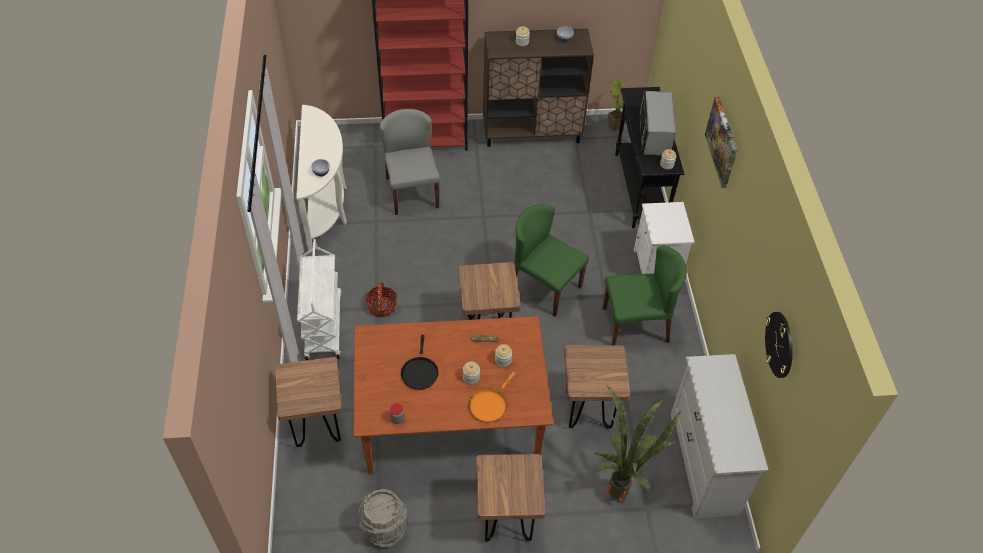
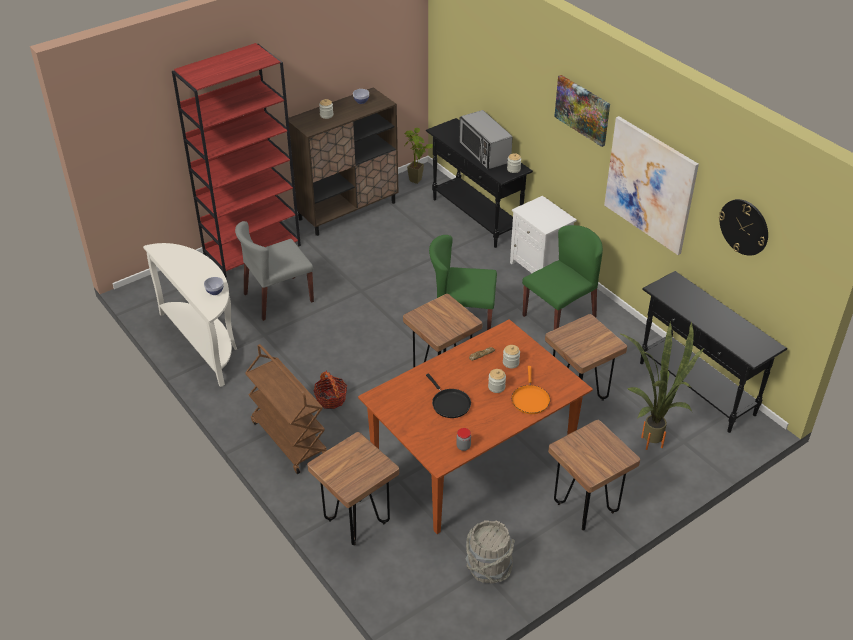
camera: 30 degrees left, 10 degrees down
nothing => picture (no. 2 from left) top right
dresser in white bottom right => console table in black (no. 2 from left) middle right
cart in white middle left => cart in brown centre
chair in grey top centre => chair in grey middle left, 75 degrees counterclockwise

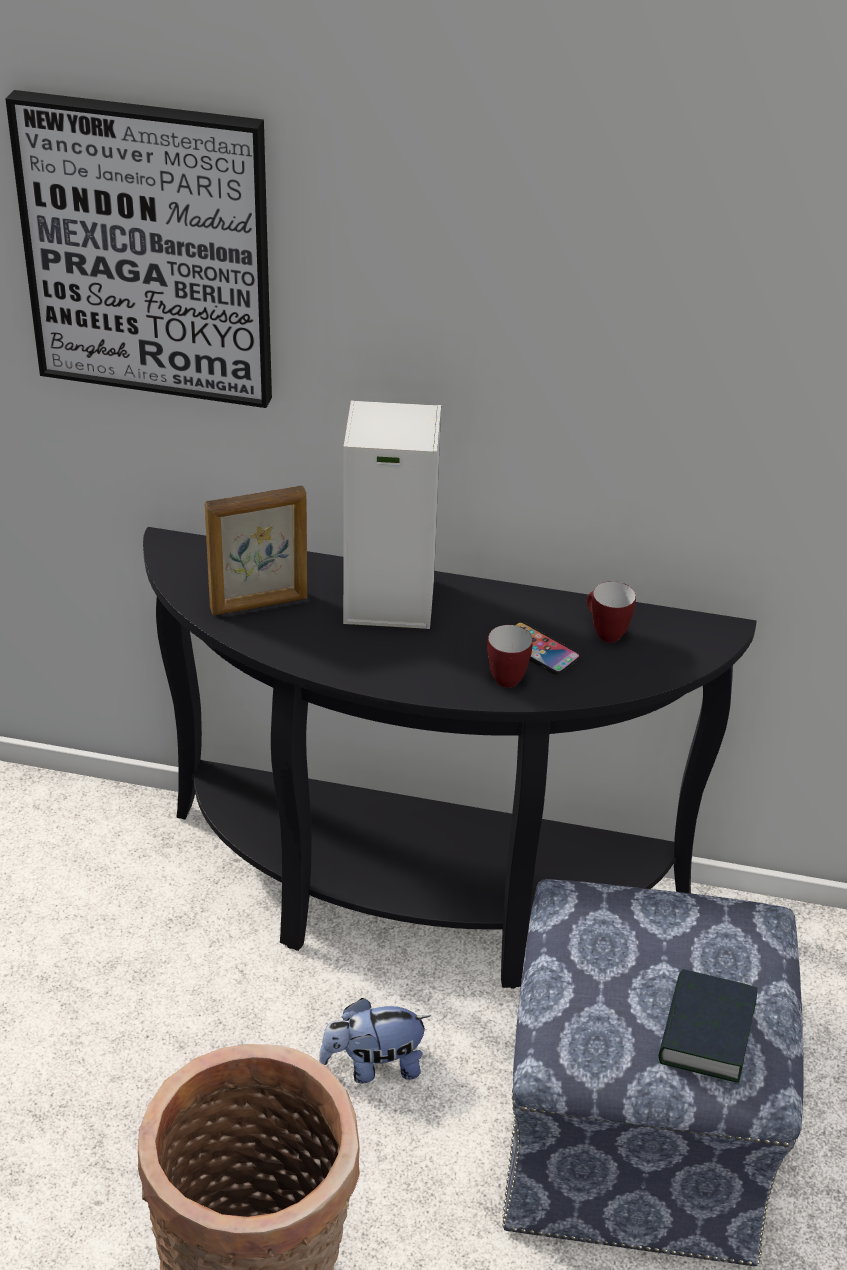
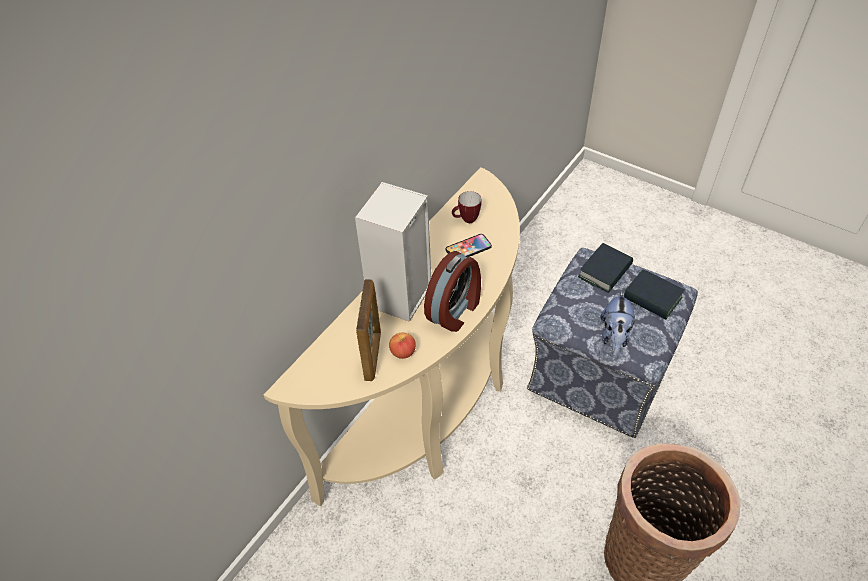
camera: 65 degrees left, 10 degrees up
picture top left => nothing
mug (no. 1 from left) centre => nothing
nothing => apple centre
nothing => alarm clock centre
nothing => book (no. 1 from left) middle right
plush toy bottom centre => plush toy middle right, shifted
console table in black centre => console table in beige centre

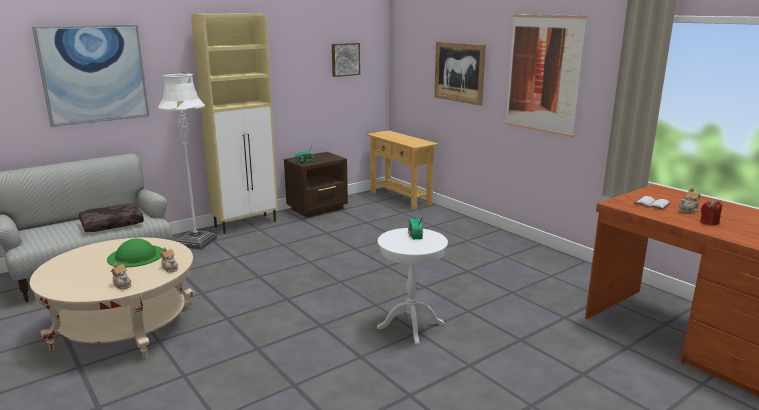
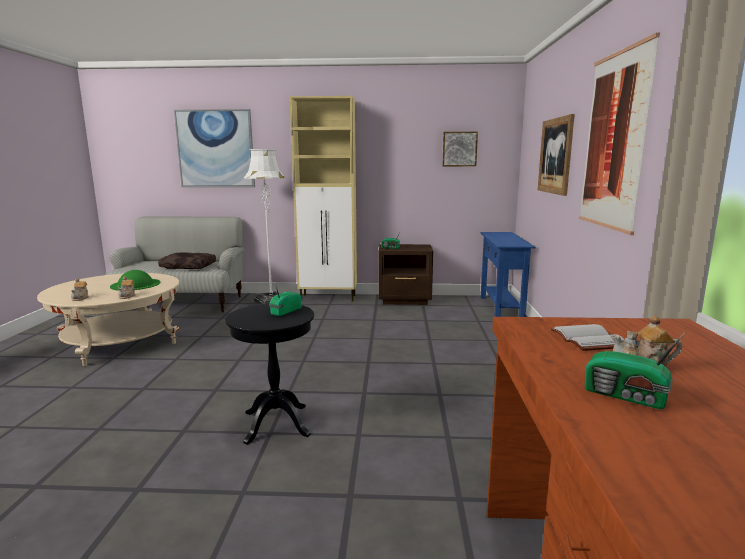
camera: 40 degrees right, 5 degrees down
candle in red middle right => radio (no. 3 from left) middle right
console table in beige centre => console table in blue middle right
side table in white bottom centre => side table in black bottom centre

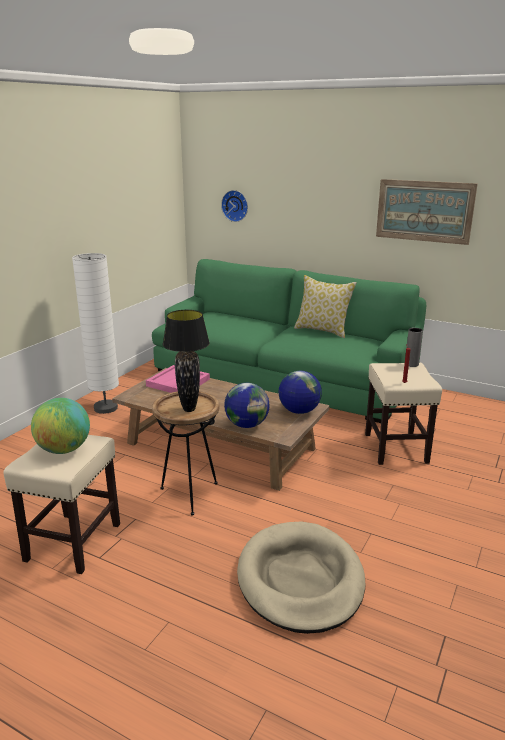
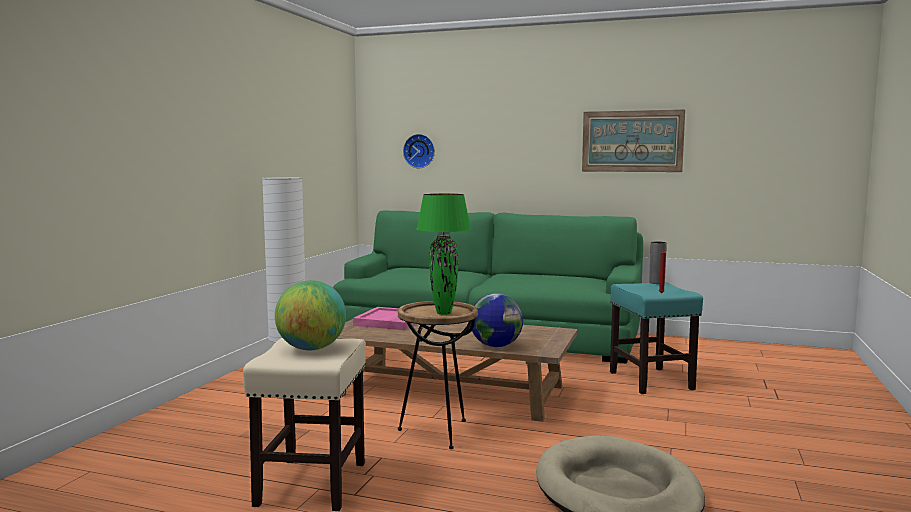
camera: 10 degrees left, 15 degrees down
globe (no. 3 from left) centre => nothing
pillow centre => nothing
table lamp in black centre => table lamp in green centre
stool in beige (no. 2 from left) middle right => stool in turquoise middle right

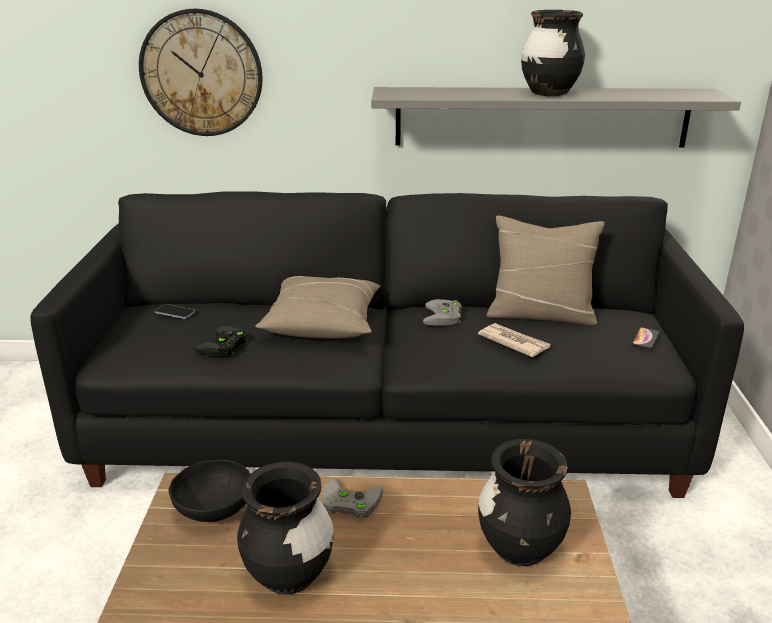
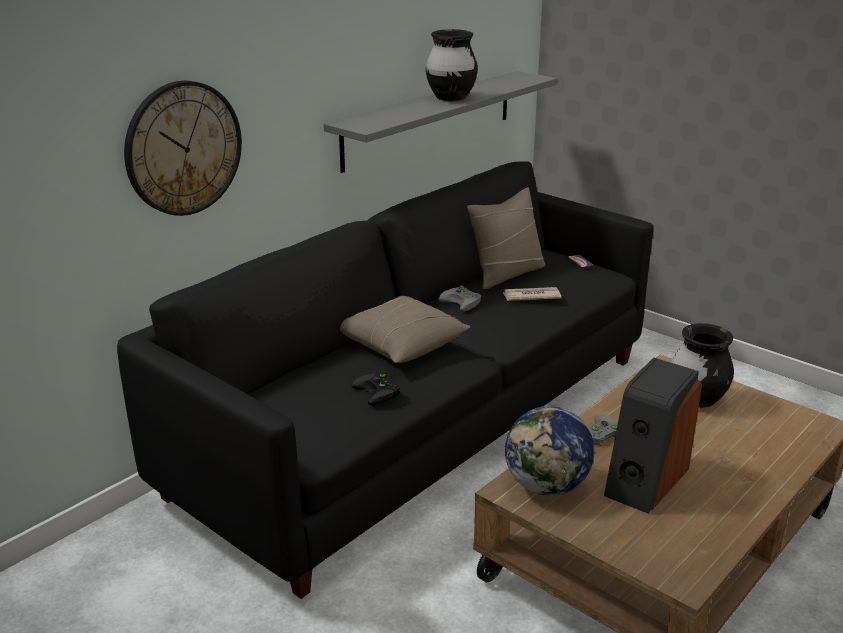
camera: 50 degrees left, 0 degrees up
phone (no. 1 from left) middle left => nothing
bowl in black bottom left => globe bottom centre
vase in black (no. 1 from left) bottom centre => speaker bottom right

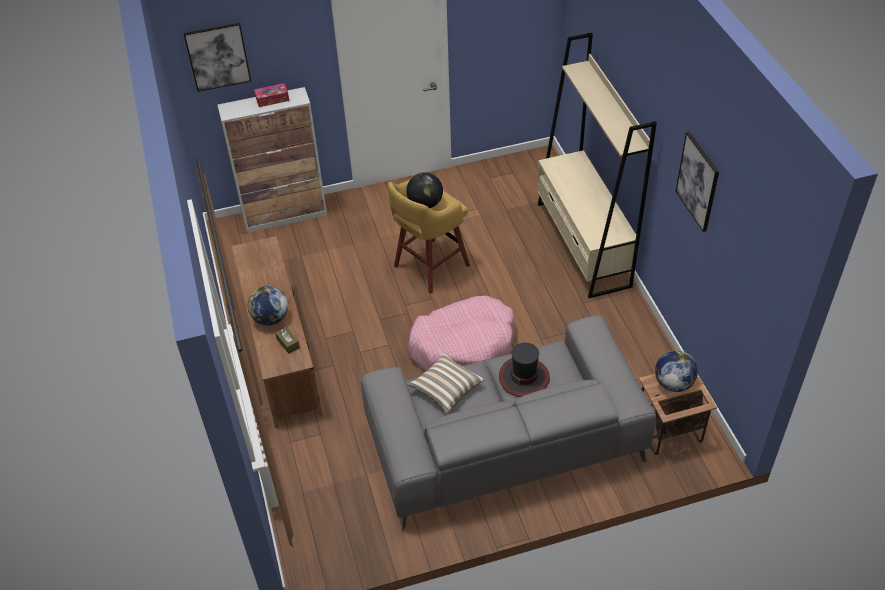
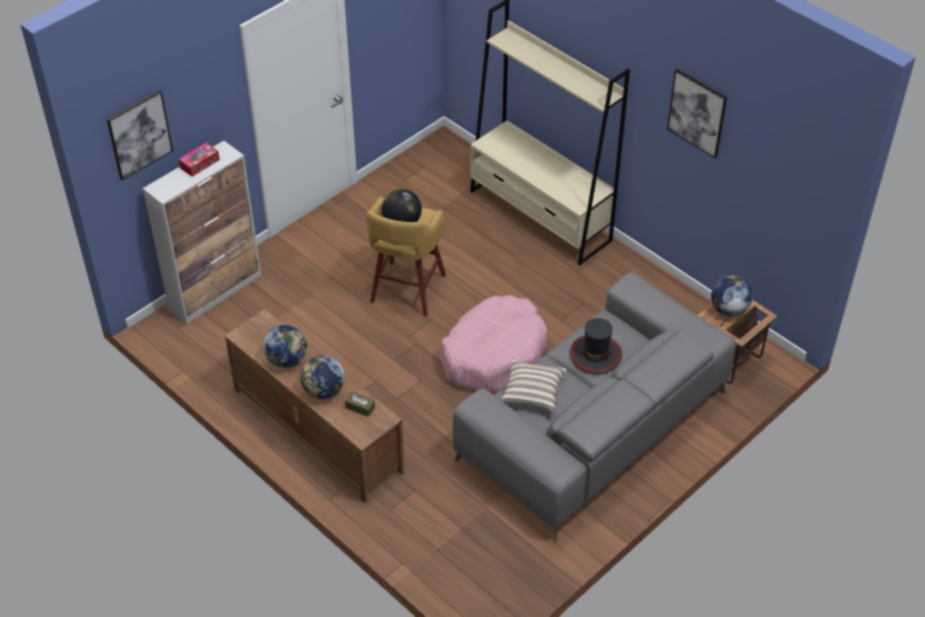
camera: 30 degrees left, 0 degrees up
nothing => globe (no. 1 from left) middle left

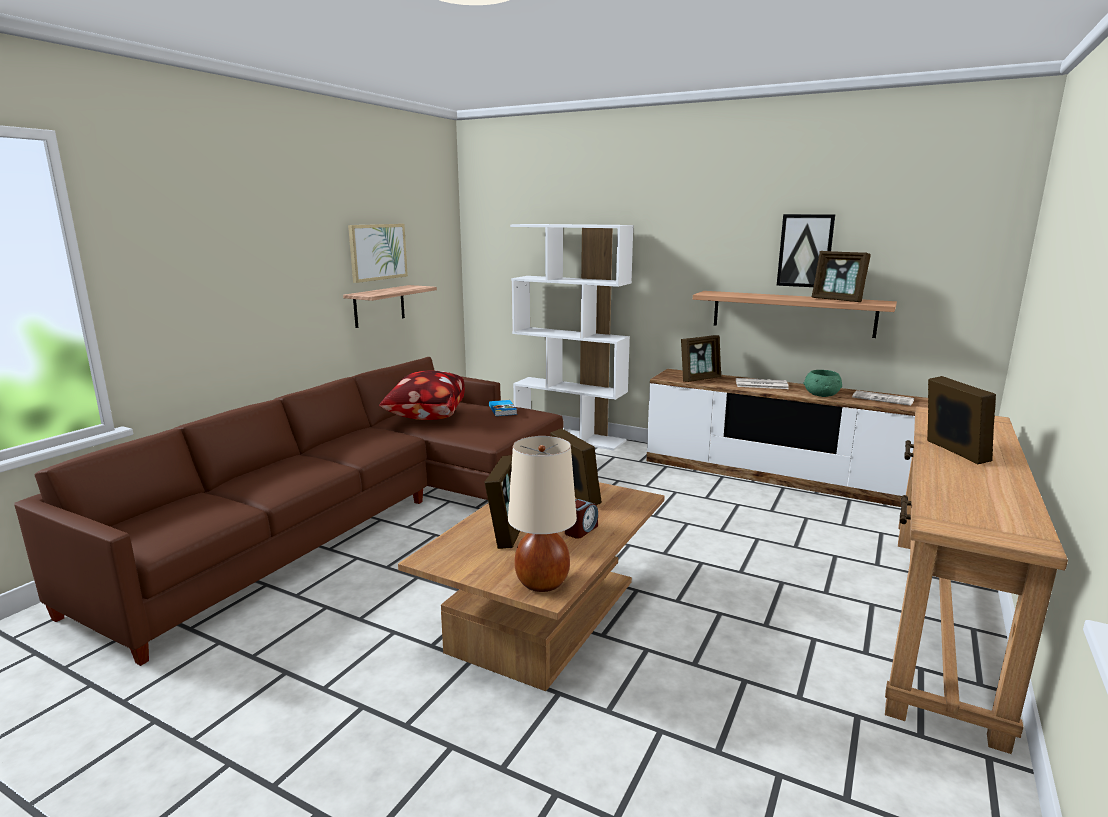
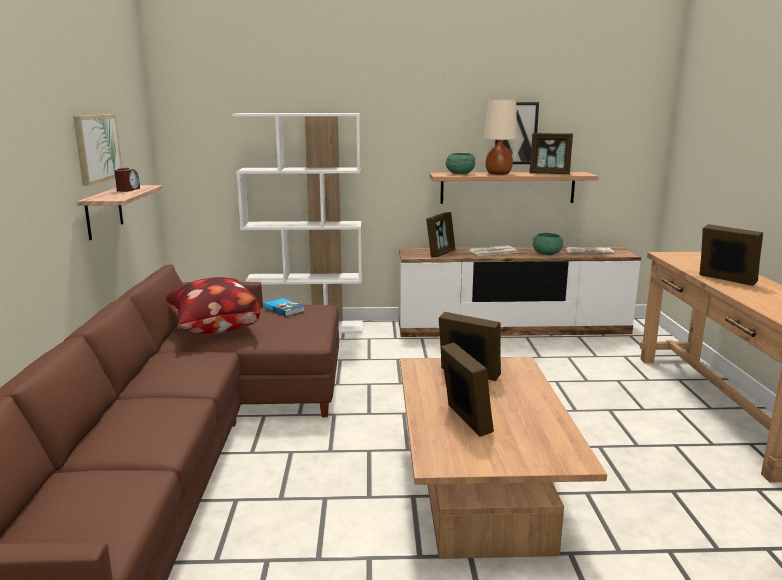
camera: 30 degrees left, 0 degrees up
nothing => bowl in green (no. 1 from left) top centre
table lamp in beige centre => table lamp in beige top centre, shifted
alarm clock centre => alarm clock top left, shifted

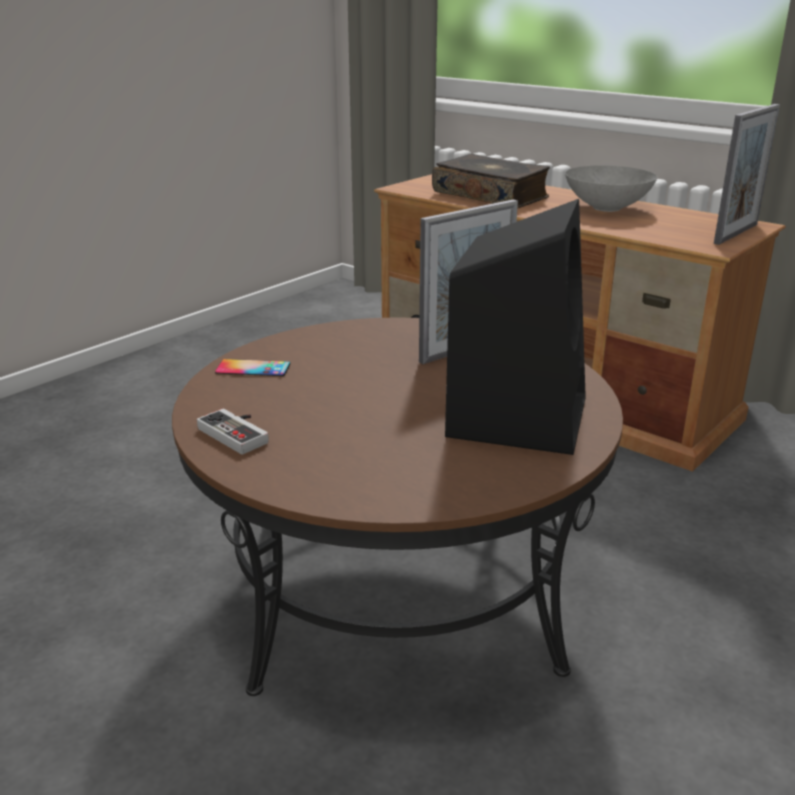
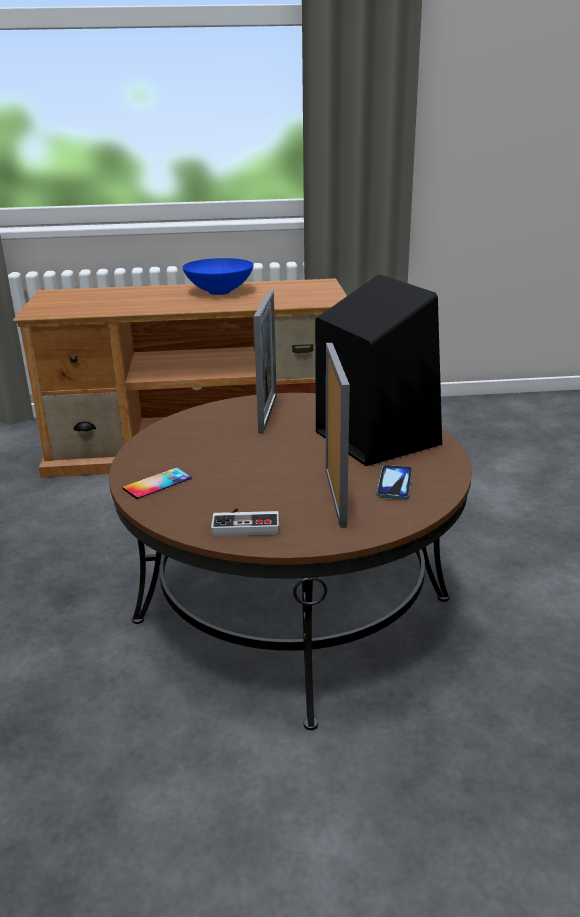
camera: 45 degrees left, 0 degrees up
book top centre => nothing
nothing => phone (no. 2 from left) middle right
picture frame (no. 2 from left) top right => picture frame (no. 2 from left) centre, shifted
bowl in grey top right => bowl in blue top centre

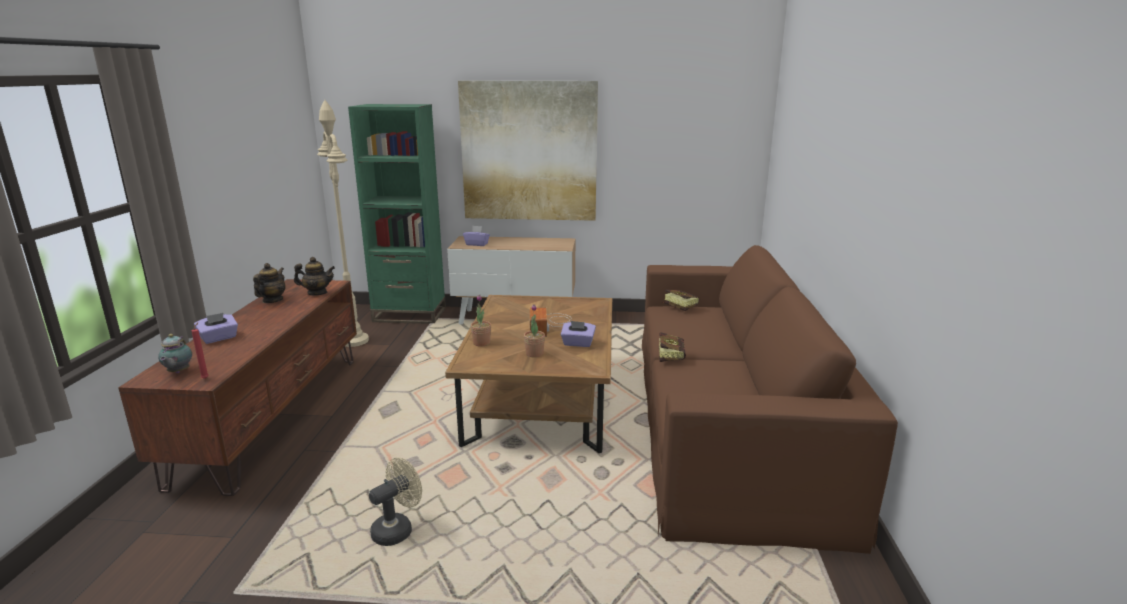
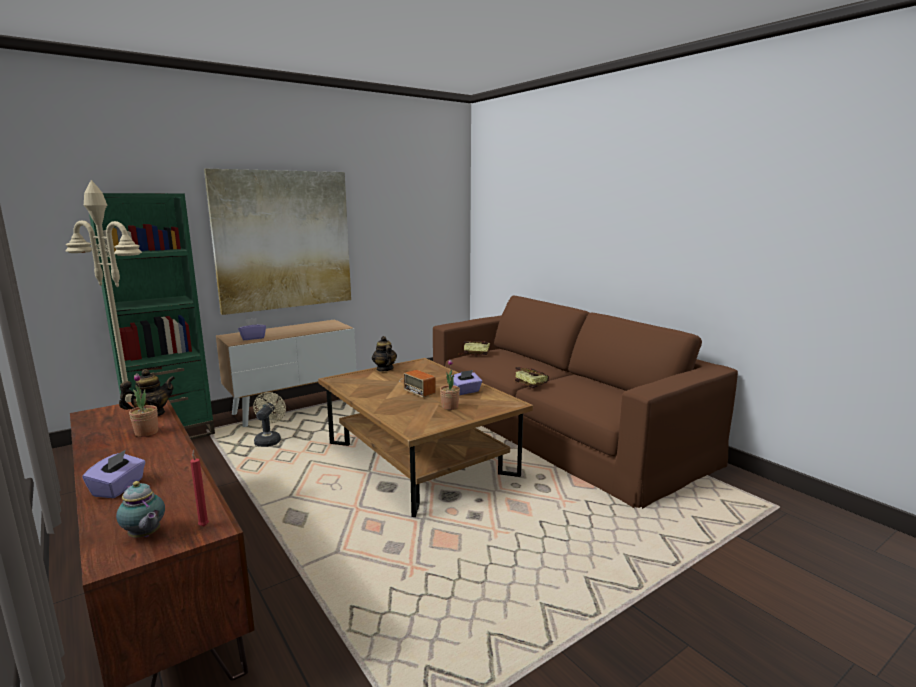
camera: 40 degrees left, 5 degrees down
teapot (no. 2 from left in the first image) middle left => teapot (no. 3 from left) centre, shifted
fan in beige bottom centre => fan in beige middle left, shifted
potted plant (no. 1 from left) centre => potted plant (no. 1 from left) middle left, shifted

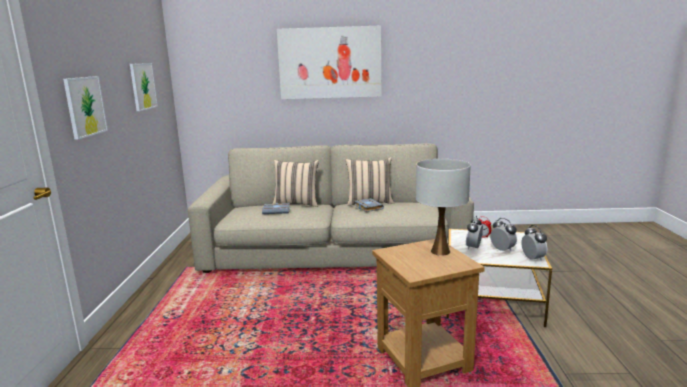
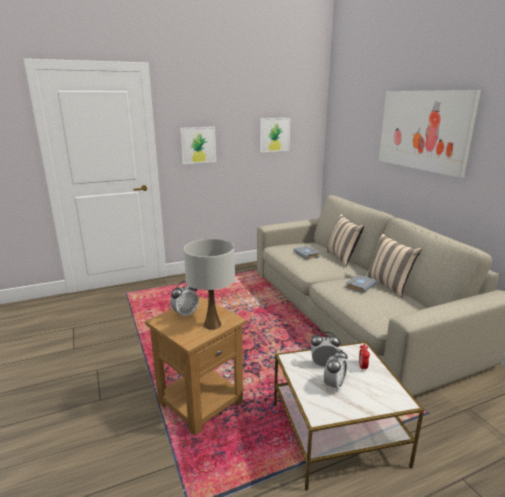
camera: 65 degrees right, 5 degrees up
alarm clock (no. 4 from left in the first image) middle right => alarm clock (no. 1 from left) centre, shifted

